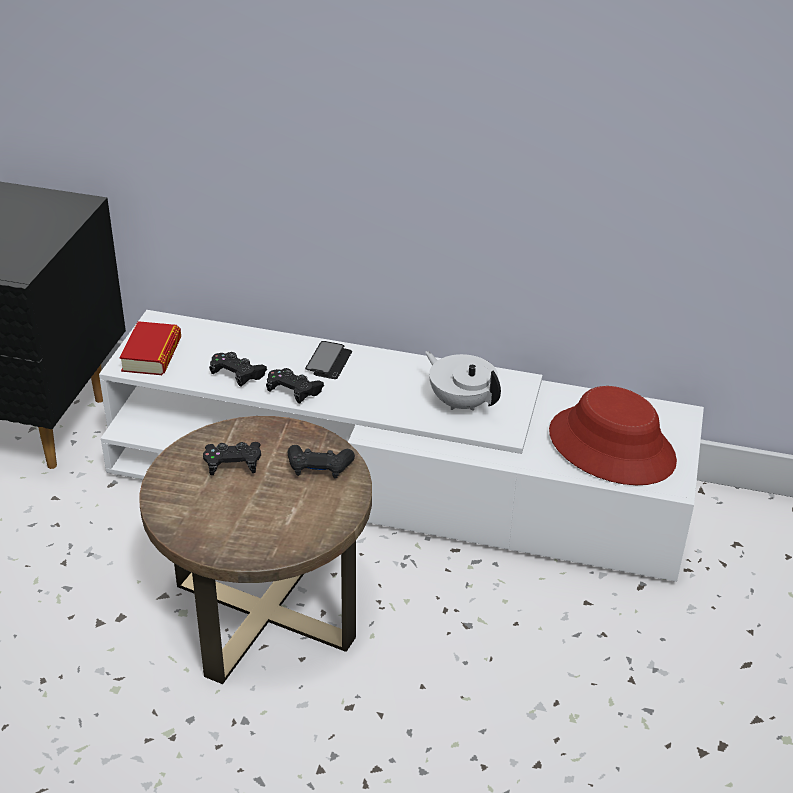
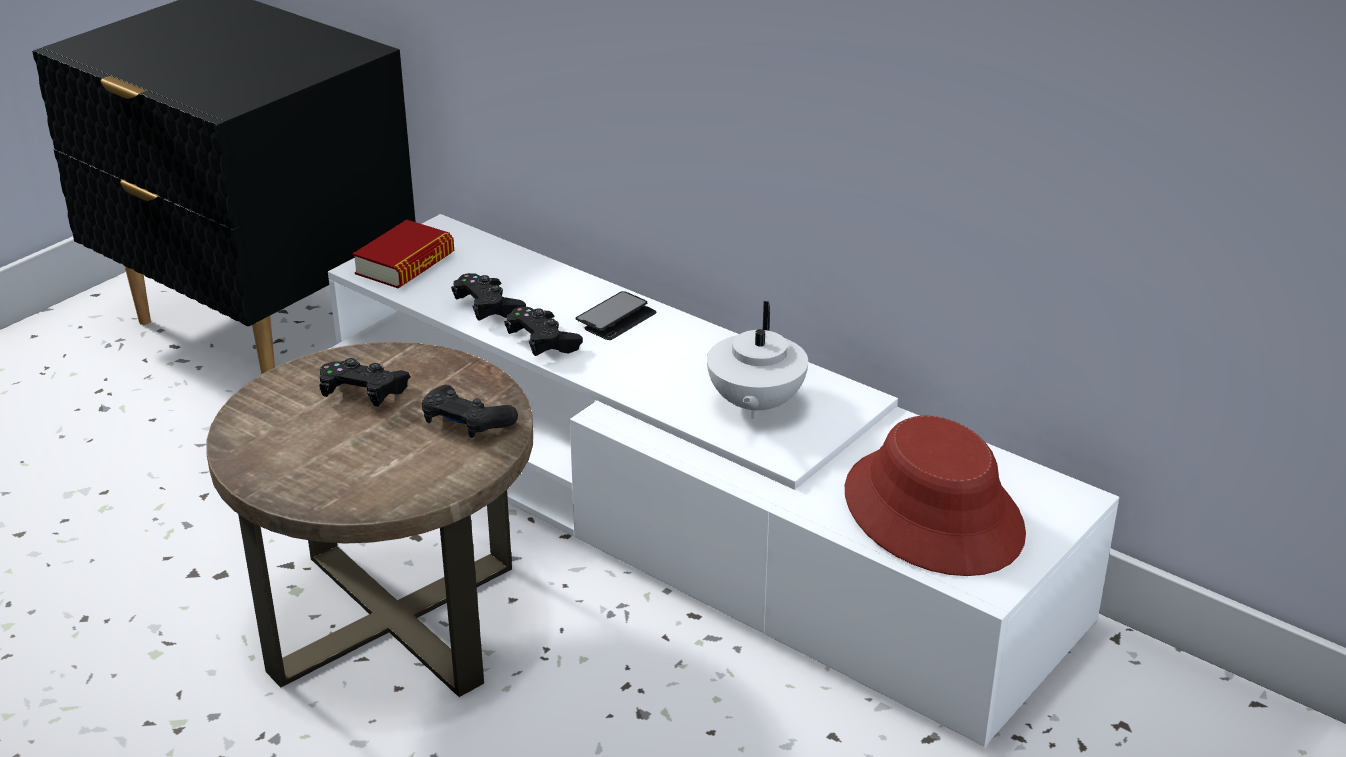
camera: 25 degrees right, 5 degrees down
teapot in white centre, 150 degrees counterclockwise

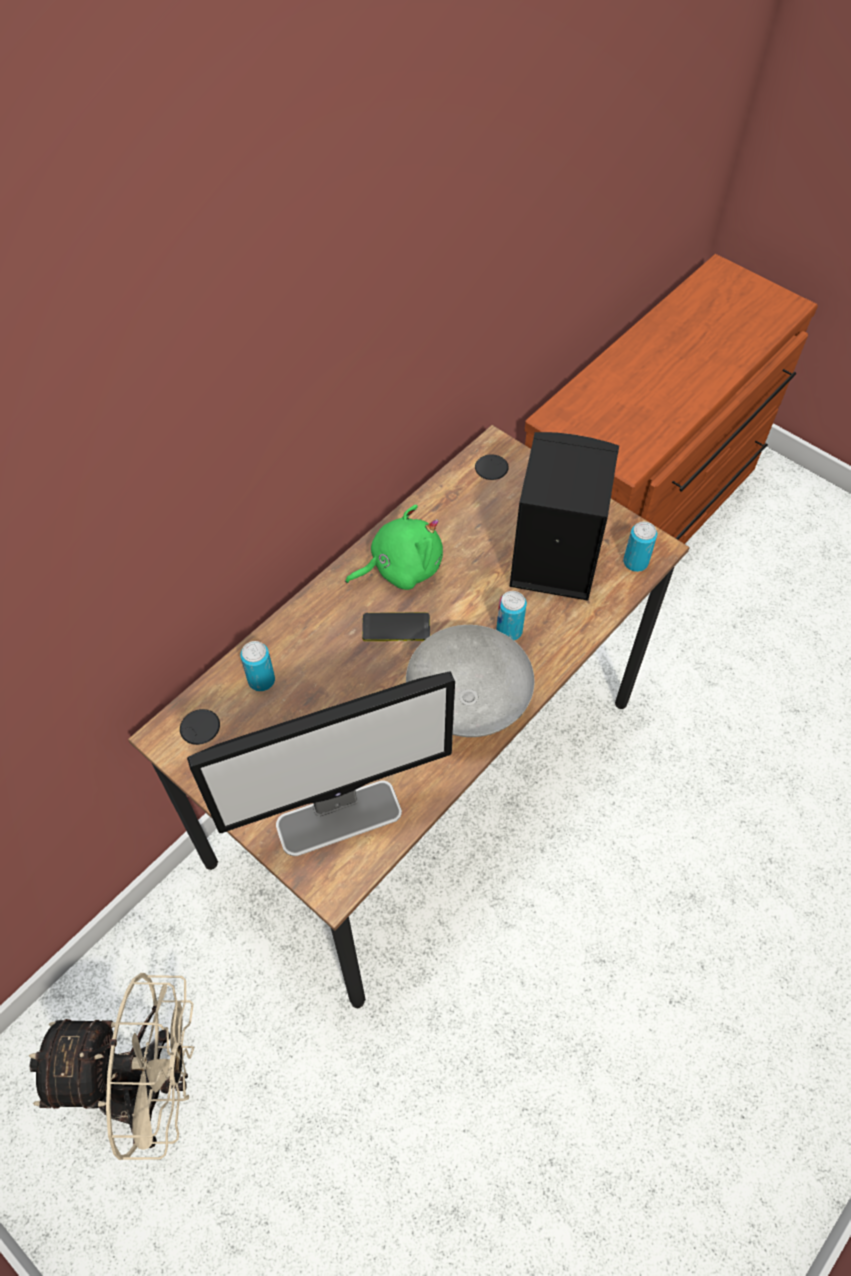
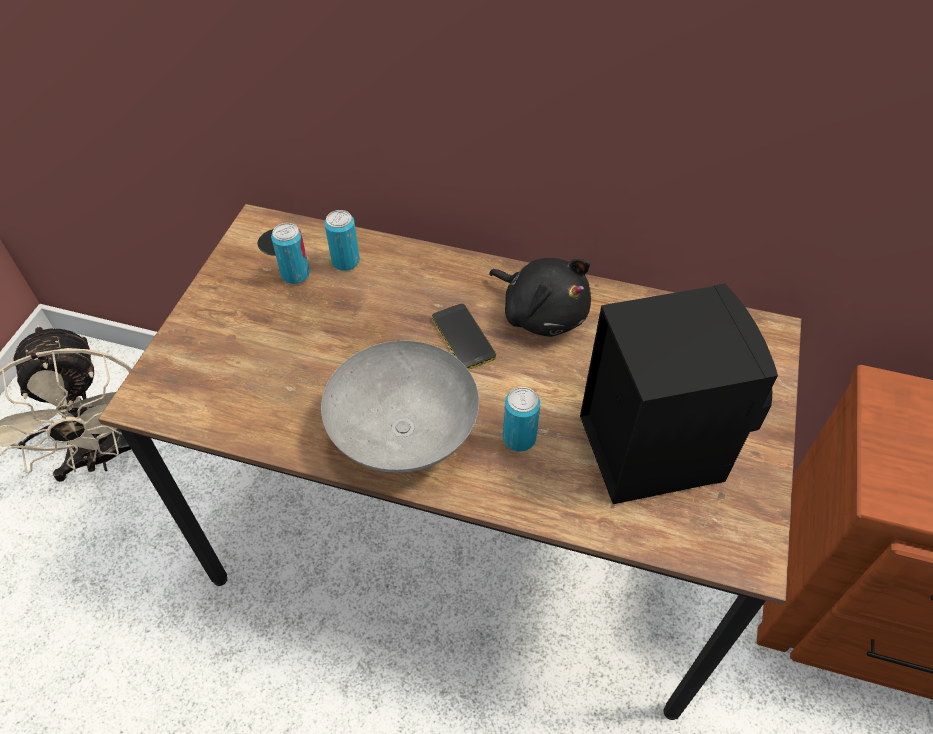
camera: 65 degrees right, 5 degrees down
monitor centre => nothing
can (no. 3 from left in the first image) middle right => can (no. 1 from left) middle left, shifted
plush toy in green centre => plush toy in black centre

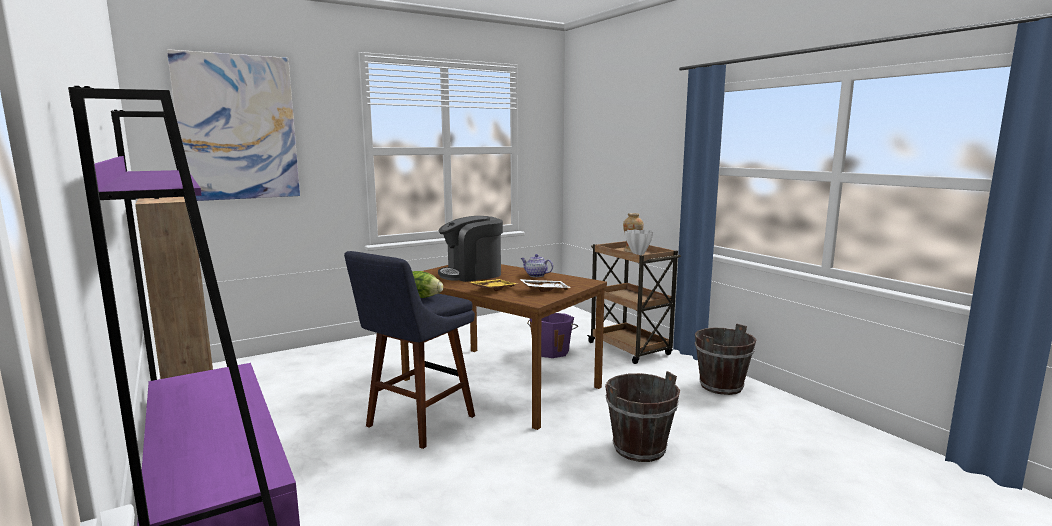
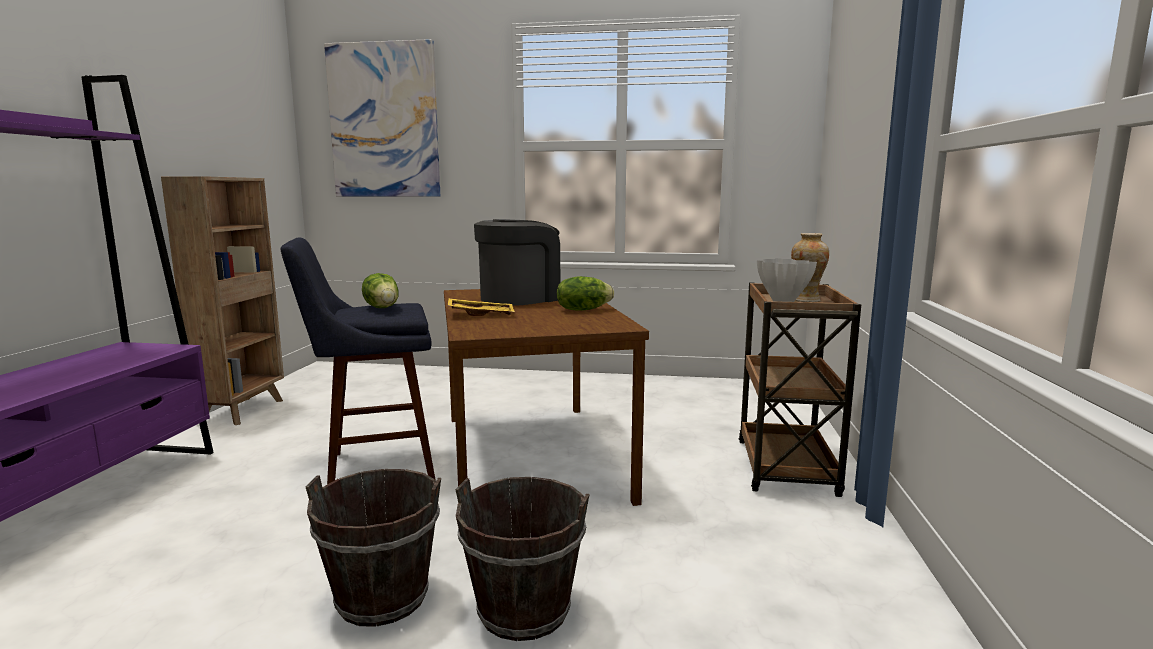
camera: 40 degrees right, 0 degrees up
tray in white centre => nothing
bucket in purple centre => nothing
bucket in brown (no. 2 from left in the first image) bottom right => bucket in brown (no. 1 from left) bottom left, shifted
teapot centre => lettuce (no. 2 from left) centre
coffee machine centre, 120 degrees clockwise

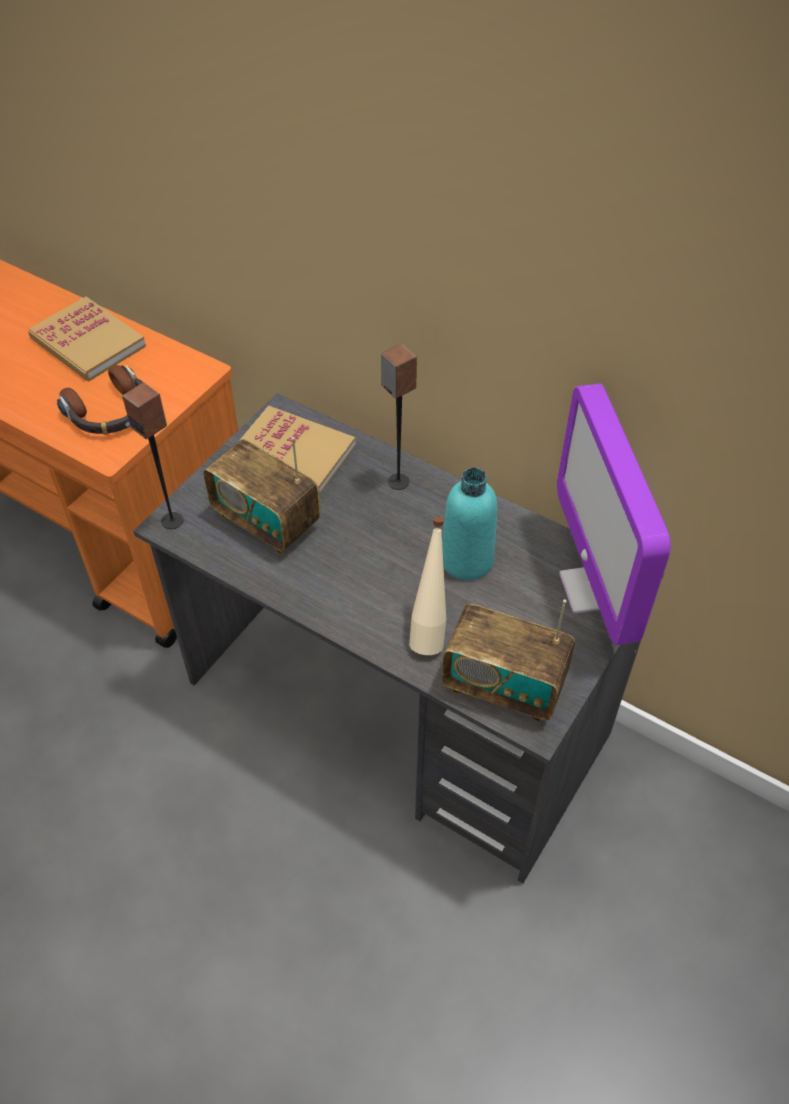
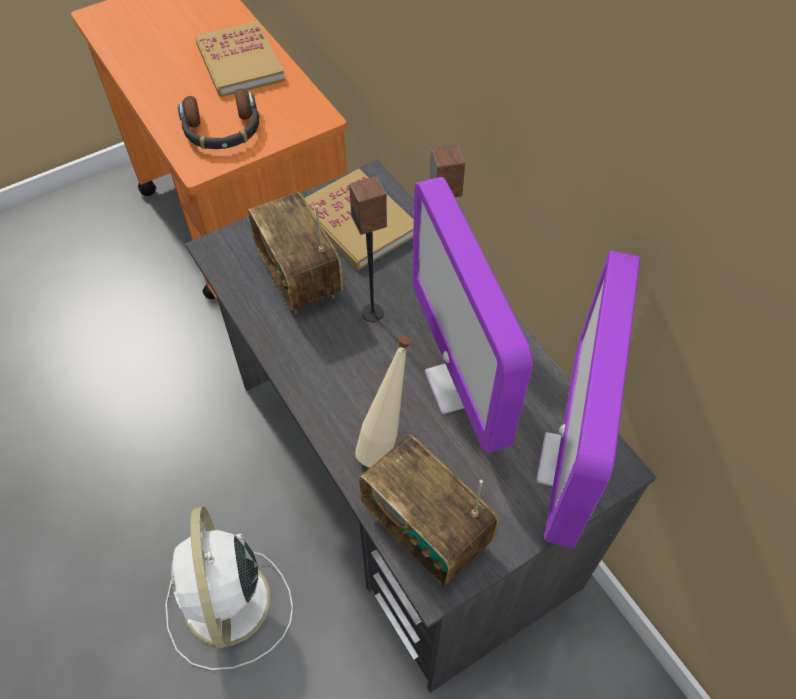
camera: 25 degrees right, 5 degrees up
nothing => fan in white bottom left
speaker (no. 1 from left) middle left => speaker (no. 1 from left) centre, shifted
bottle in turquoise centre => monitor (no. 1 from left) centre

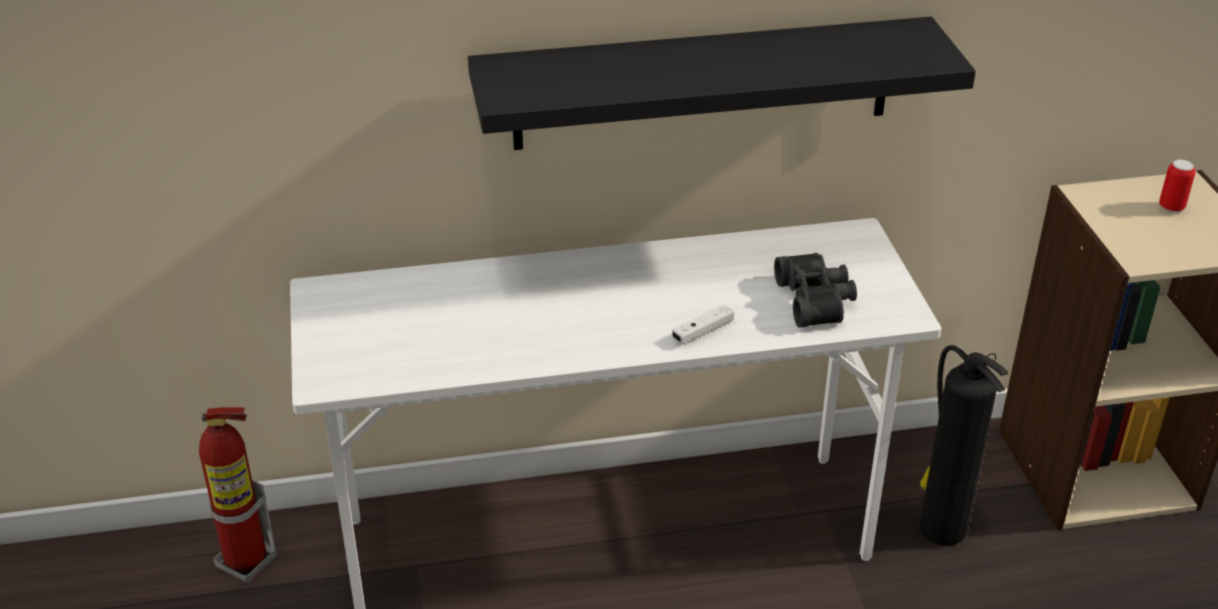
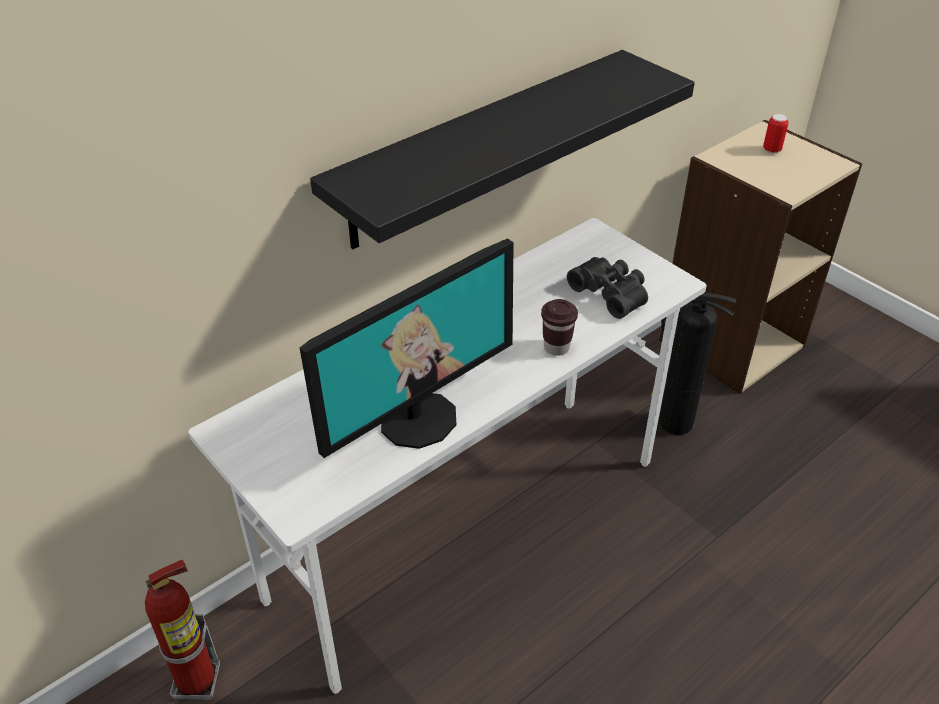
camera: 30 degrees left, 5 degrees up
nothing => monitor centre
game controller in white centre => cup in brown centre

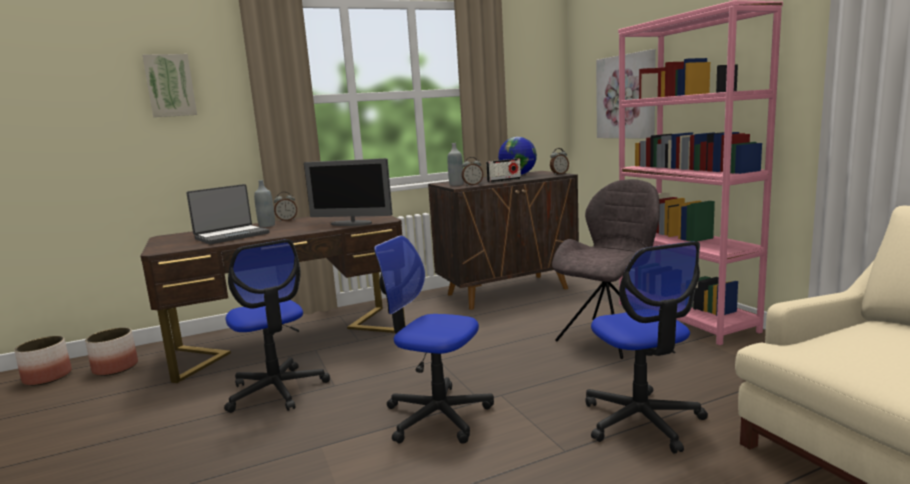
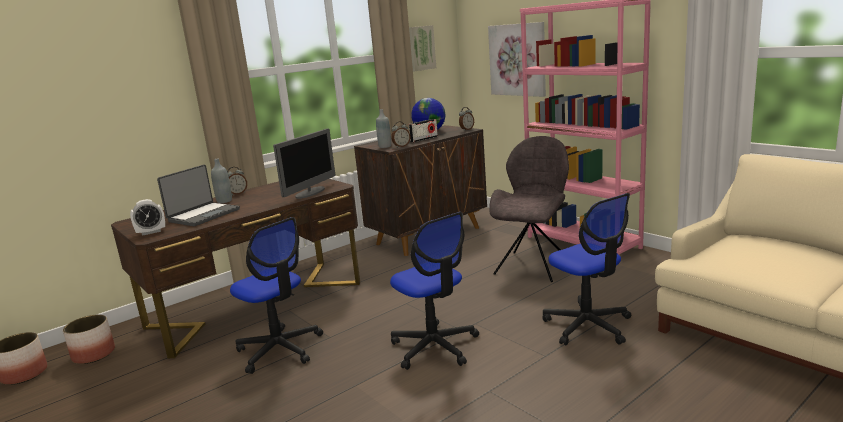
camera: 15 degrees left, 5 degrees up
nothing => alarm clock (no. 1 from left) middle left
picture (no. 1 from left) top left => picture (no. 1 from left) top centre, shifted
monitor centre, 60 degrees counterclockwise
office chair (no. 2 from left) bottom centre, 135 degrees counterclockwise

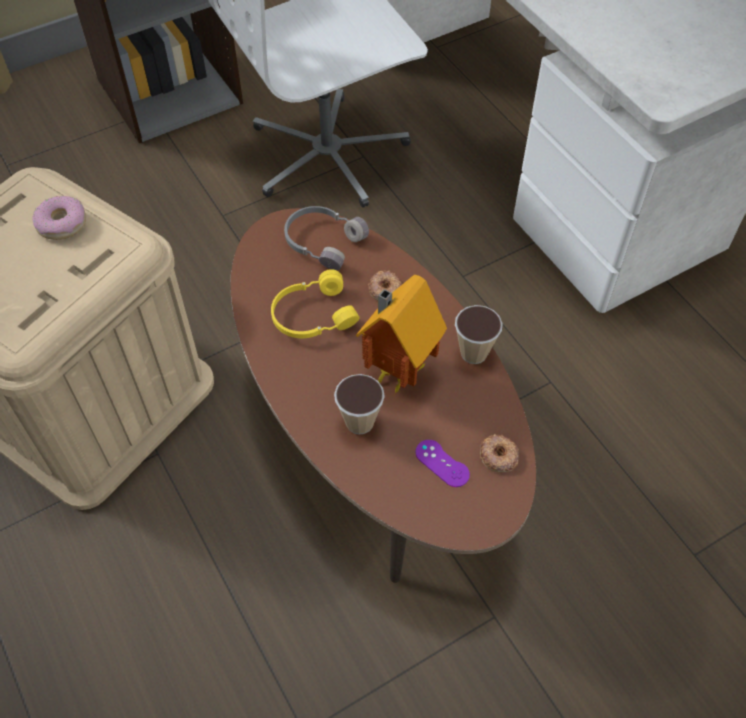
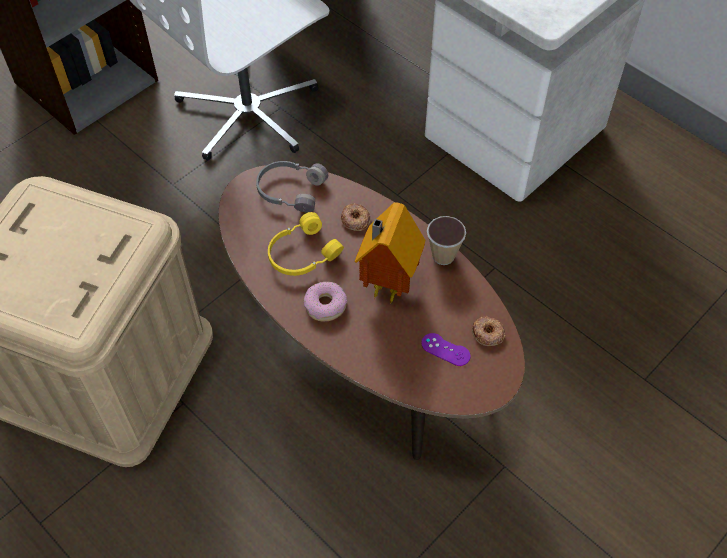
camera: 15 degrees left, 0 degrees up
cup (no. 1 from left) centre => nothing
donut (no. 1 from left) top left => donut (no. 1 from left) centre, shifted

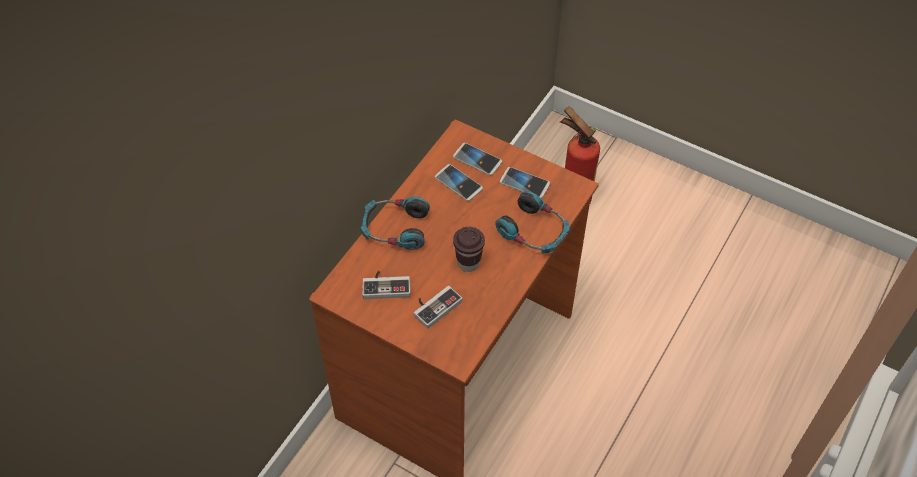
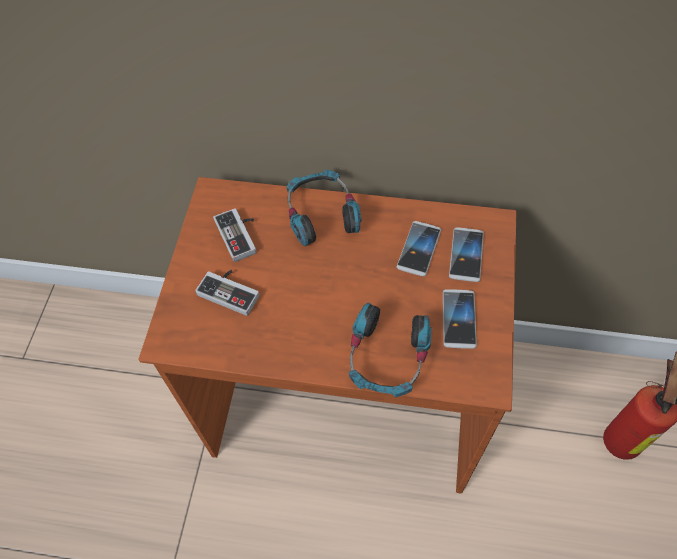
camera: 70 degrees right, 5 degrees up
cup in brown centre => nothing

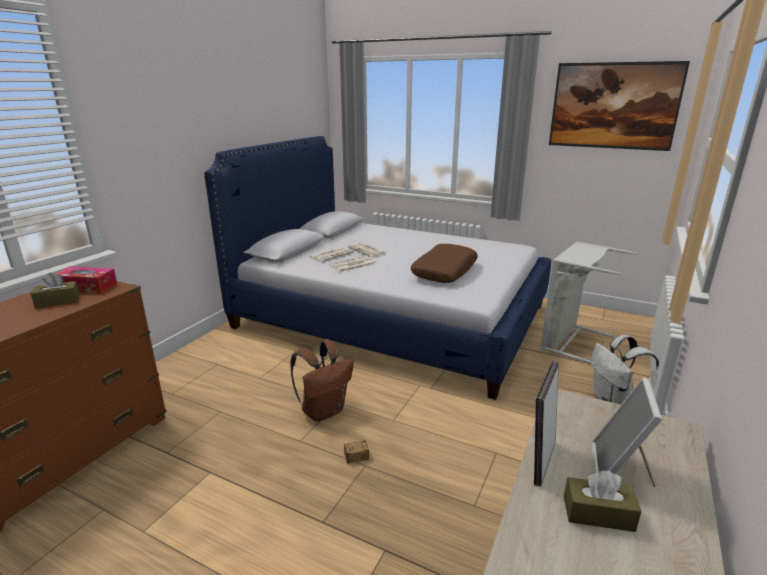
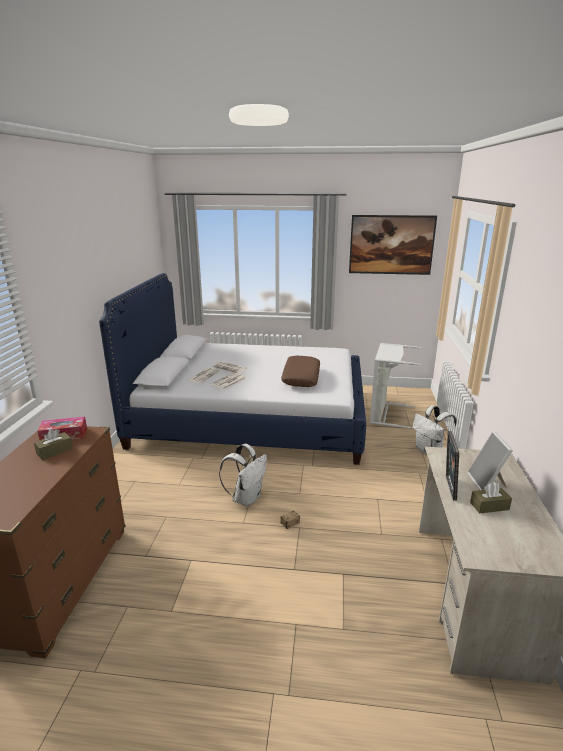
camera: 20 degrees left, 0 degrees up
backpack in brown centre => backpack in white (no. 1 from left) centre

